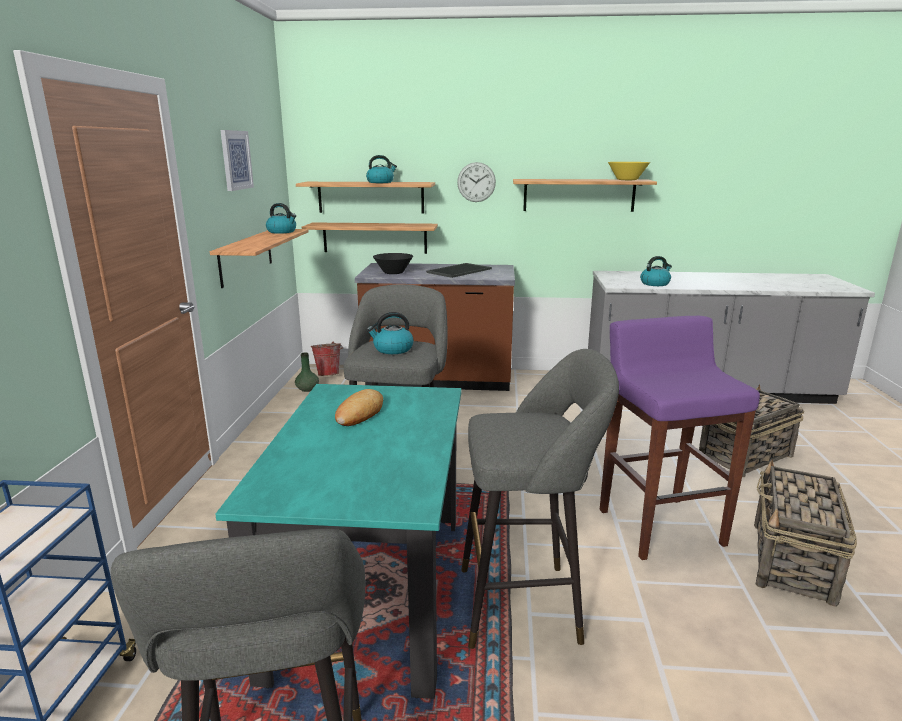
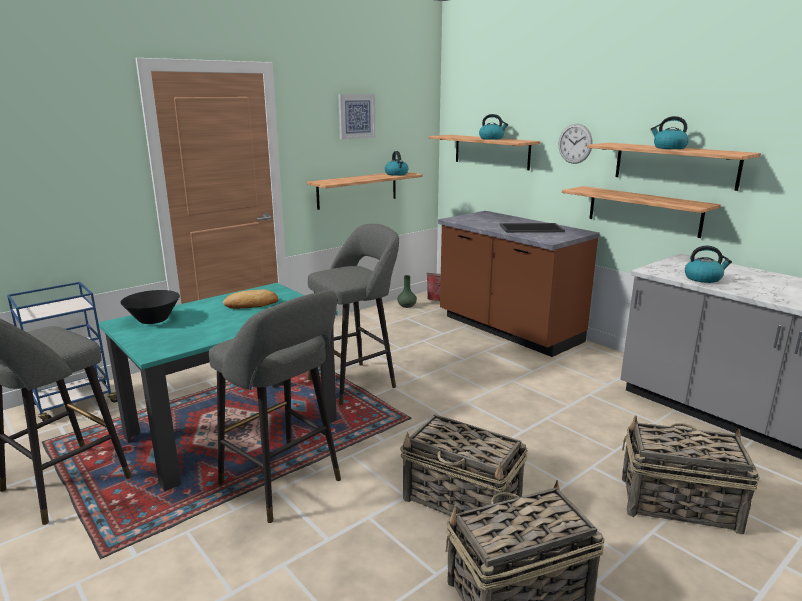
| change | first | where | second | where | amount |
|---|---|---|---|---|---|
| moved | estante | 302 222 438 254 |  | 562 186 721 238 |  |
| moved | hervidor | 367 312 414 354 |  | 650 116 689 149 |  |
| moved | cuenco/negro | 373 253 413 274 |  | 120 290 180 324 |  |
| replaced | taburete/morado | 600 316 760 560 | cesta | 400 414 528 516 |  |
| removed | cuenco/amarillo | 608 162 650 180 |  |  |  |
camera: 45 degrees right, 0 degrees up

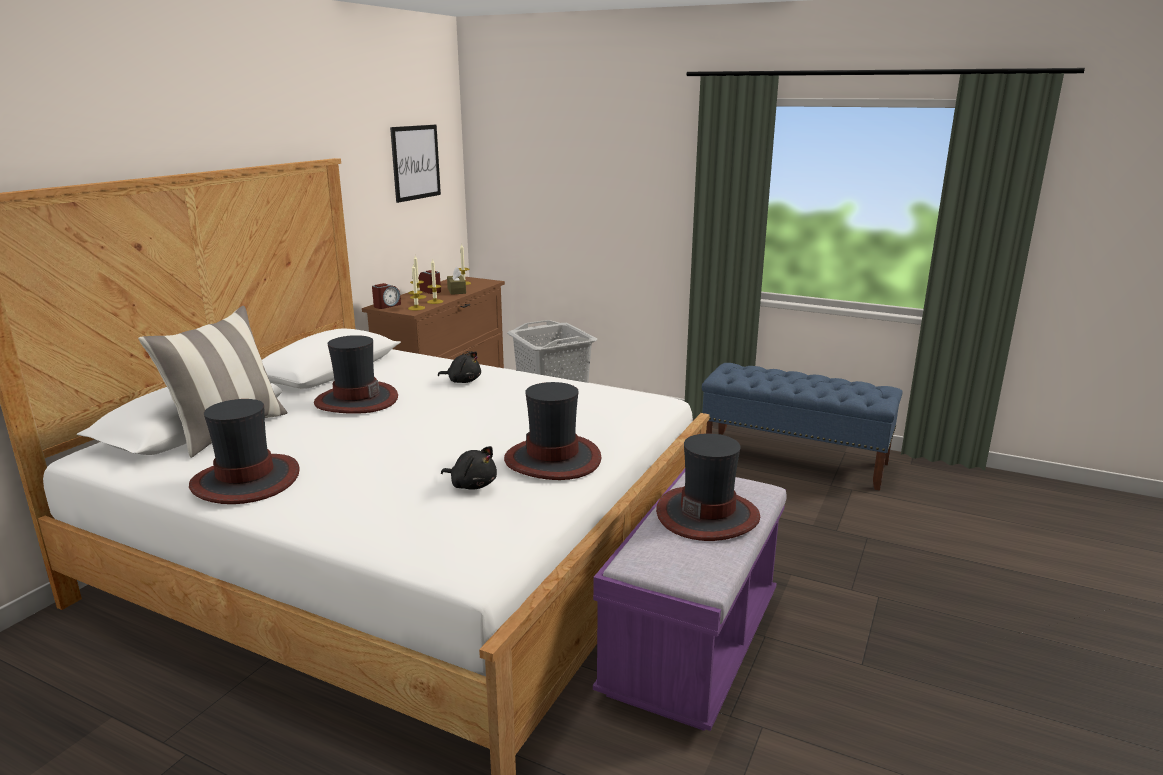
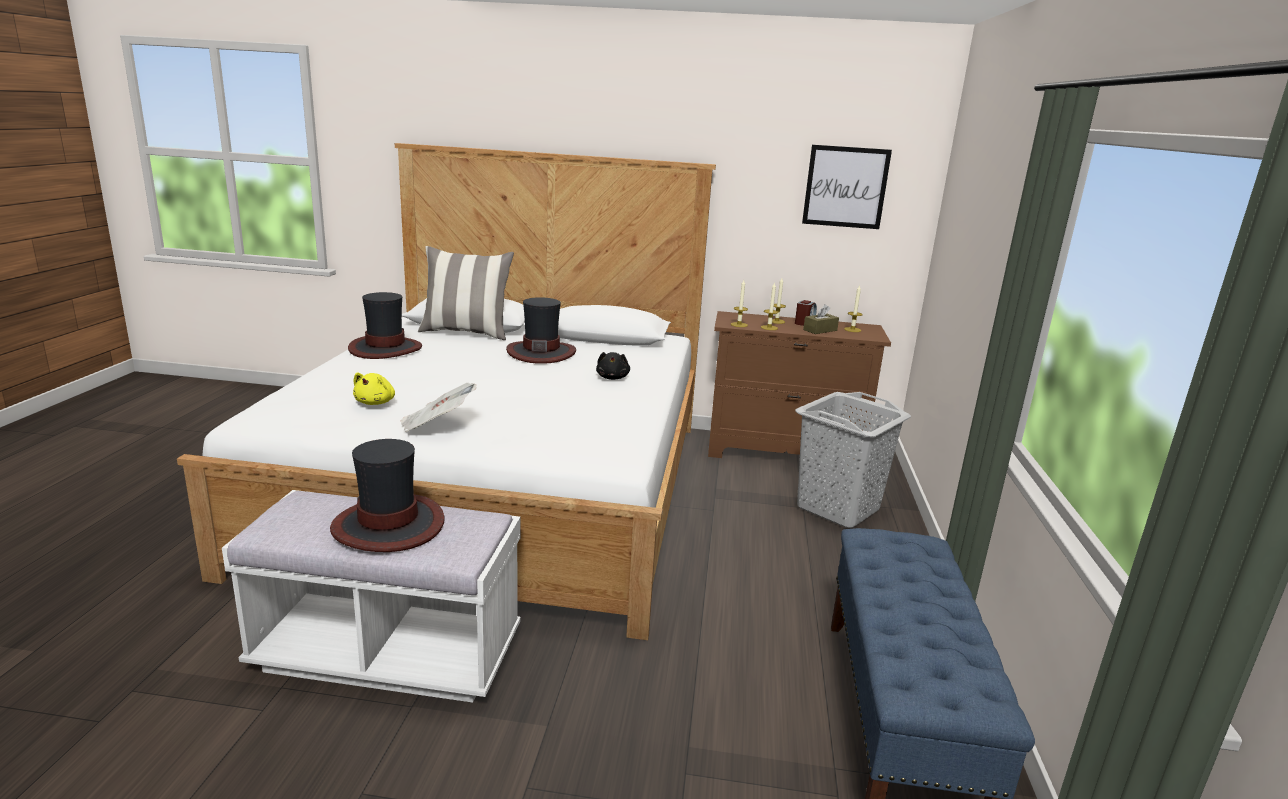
| change | first | where | second | where | amount |
|---|---|---|---|---|---|
| removed | despertador | 372 283 401 309 |  |  |  |
| recoloured | peluche/negro | 441 446 497 490 | peluche/amarillo | 353 372 395 405 |  |
| replaced | sombrero | 504 382 602 480 | periódico | 401 383 477 432 |  |
| recoloured | banco/morado | 593 469 787 731 | banco/blanco | 222 490 521 703 |  |
camera: 70 degrees right, 0 degrees up

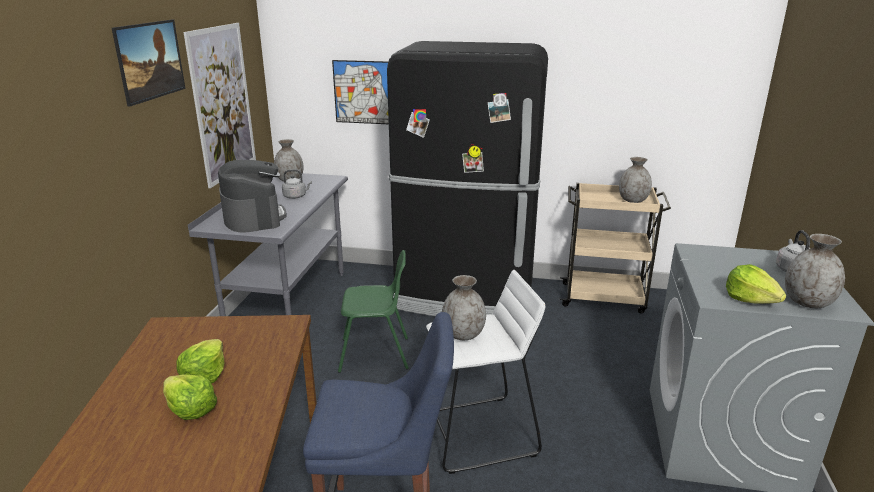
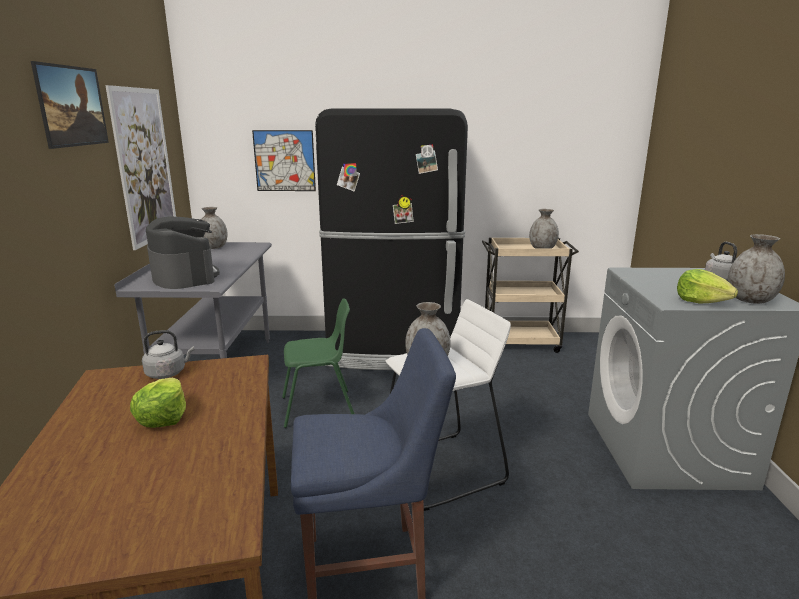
| change | first | where | second | where | amount |
|---|---|---|---|---|---|
| removed | lechuga | 163 375 217 420 |  |  |  |
| moved | hervidor/gris | 282 170 312 199 |  | 142 330 194 379 |  |
camera: 10 degrees left, 5 degrees down

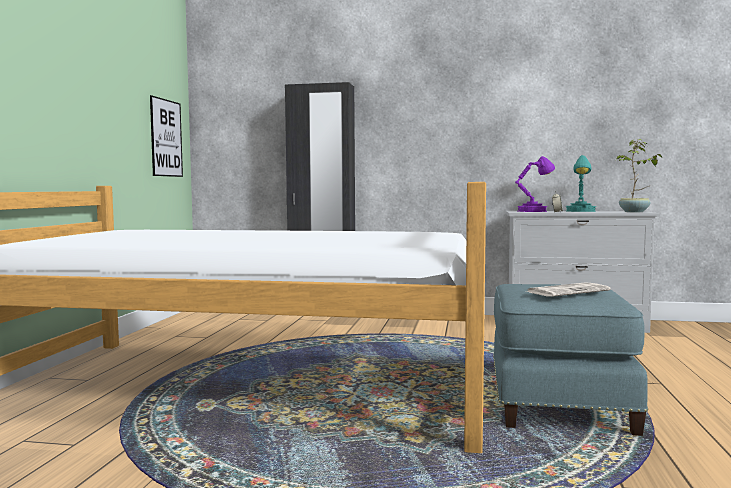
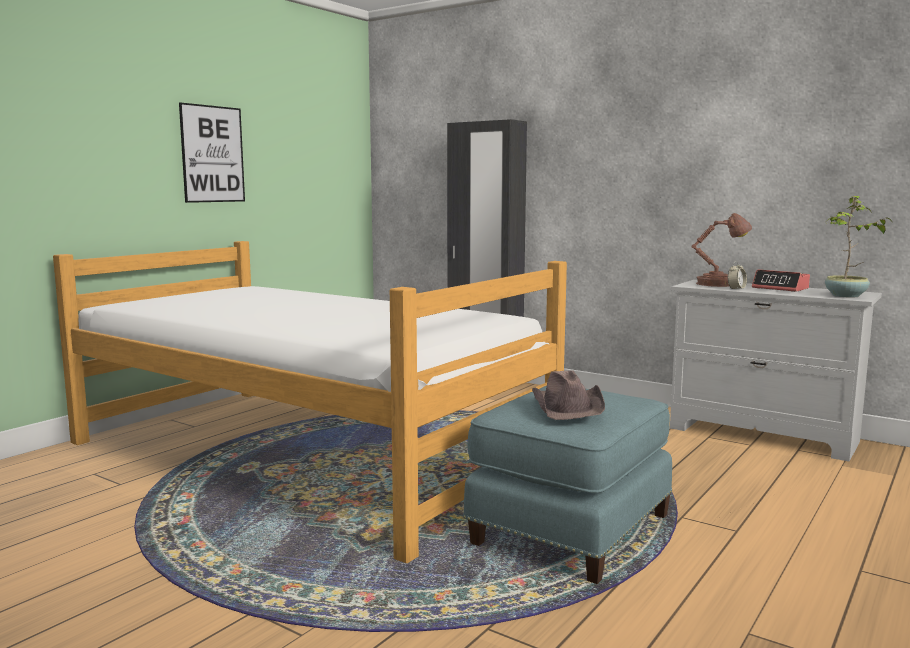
| change | first | where | second | where | amount |
|---|---|---|---|---|---|
| moved | cuadro | 150 95 183 177 |  | 179 102 245 203 |  |
| recoloured | lámpara de mesa/morado | 515 156 555 212 | lámpara de mesa/marrón | 692 213 752 287 |  |
| replaced | periódico | 525 282 611 297 | sombrero/marrón | 532 370 605 420 |  |
| replaced | lámpara de mesa/turquesa | 566 155 596 212 | despertador | 752 269 810 292 |  |
camera: 25 degrees right, 5 degrees up

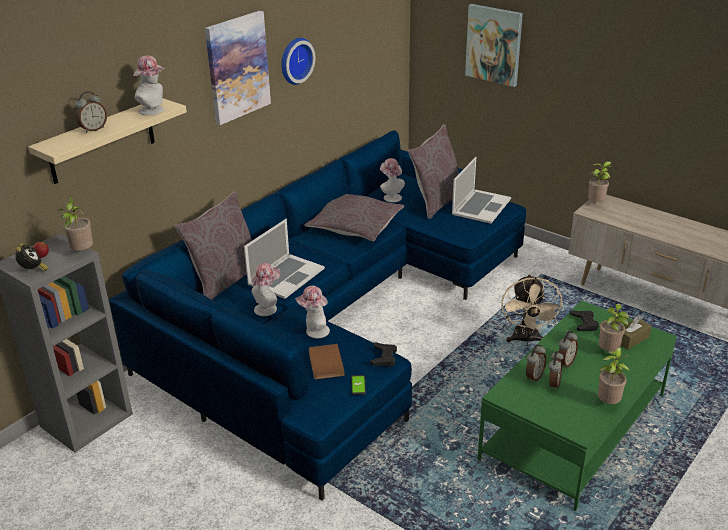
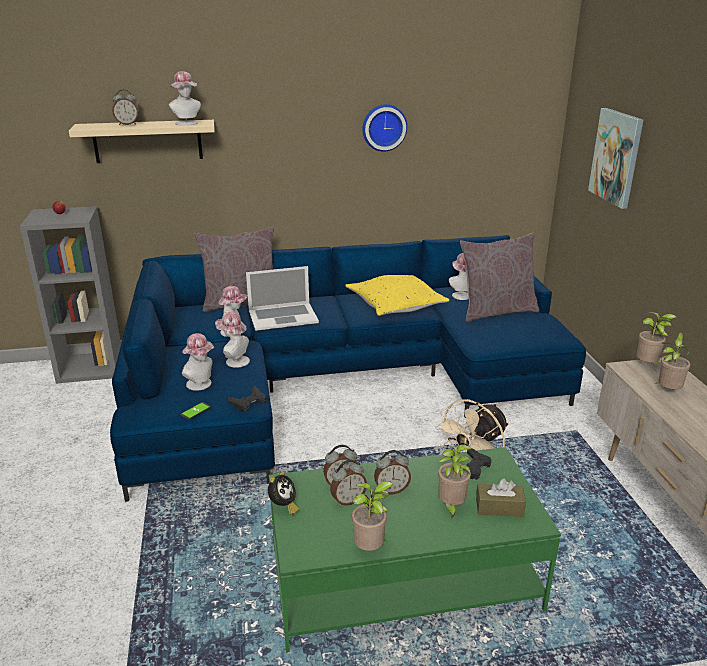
| change | first | where | second | where | amount |
|---|---|---|---|---|---|
| moved | despertador | 15 243 48 272 |  | 268 471 299 515 |  |
| moved | planta en maceta | 58 195 93 251 |  | 655 332 691 389 |  |
| removed | cuadro | 205 11 271 125 |  |  |  |
| recoloured | cojín/gris | 304 194 404 241 | cojín/amarillo | 345 275 450 316 |  |
| replaced | libro/marrón | 309 344 345 379 | sombrero | 182 333 214 391 |  |
| removed | portátil | 452 157 511 224 |  |  |  |
camera: 40 degrees right, 5 degrees down

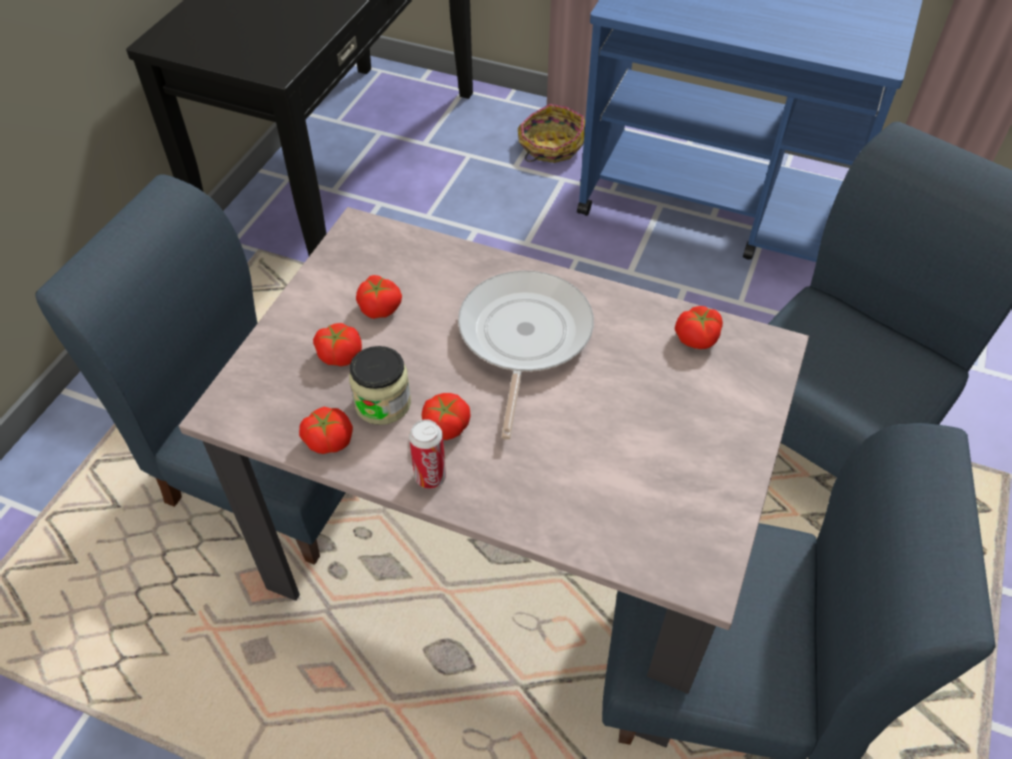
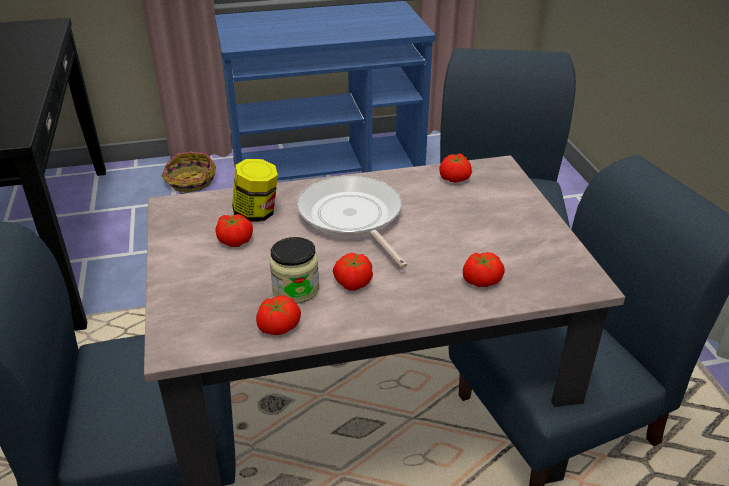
| change | first | where | second | where | amount |
|---|---|---|---|---|---|
| moved | tomate | 313 323 362 366 |  | 463 252 505 287 |  |
| removed | lata | 409 419 446 489 |  |  |  |
| added |  |  | tarro | 232 159 278 222 |  |
camera: 35 degrees left, 15 degrees down

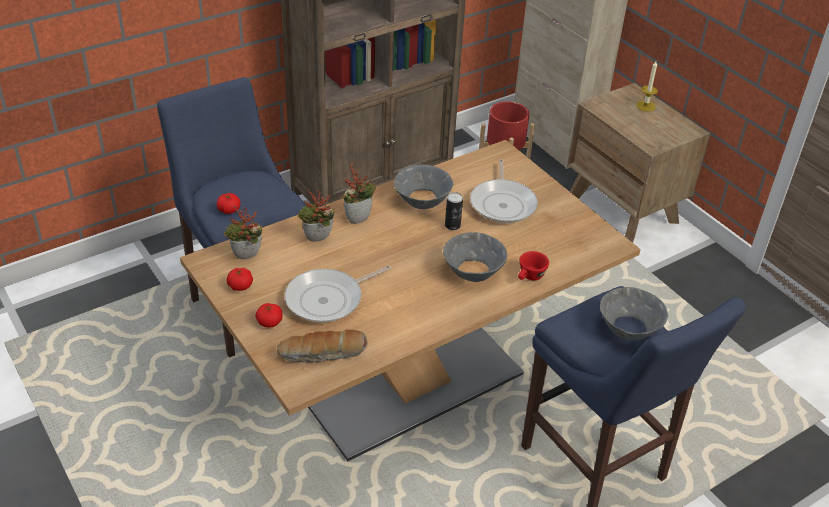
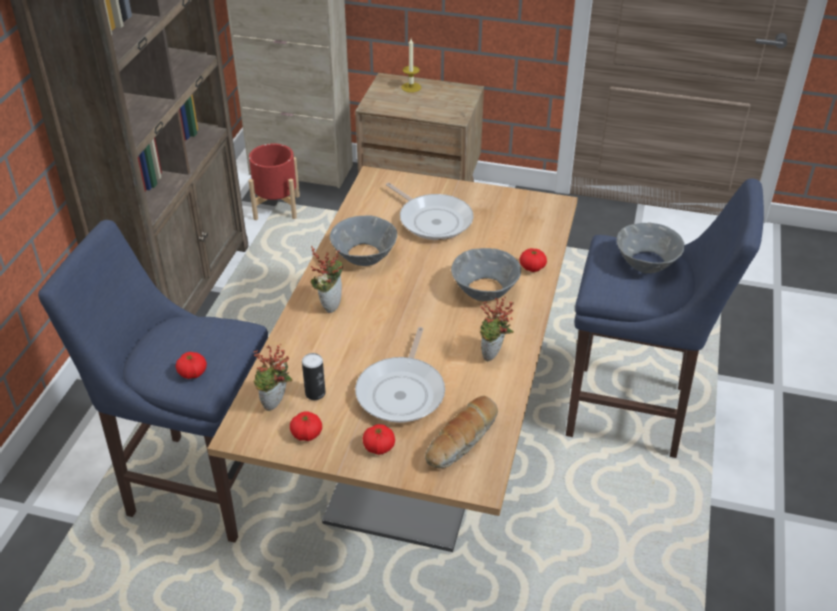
| change | first | where | second | where | amount |
|---|---|---|---|---|---|
| moved | planta en maceta | 298 189 334 242 |  | 480 297 514 361 |  |
| moved | lata | 445 192 463 230 |  | 302 353 326 400 |  |
| replaced | taza/rojo | 518 251 549 280 | tomate | 520 248 547 272 |  |
camera: 40 degrees left, 0 degrees up

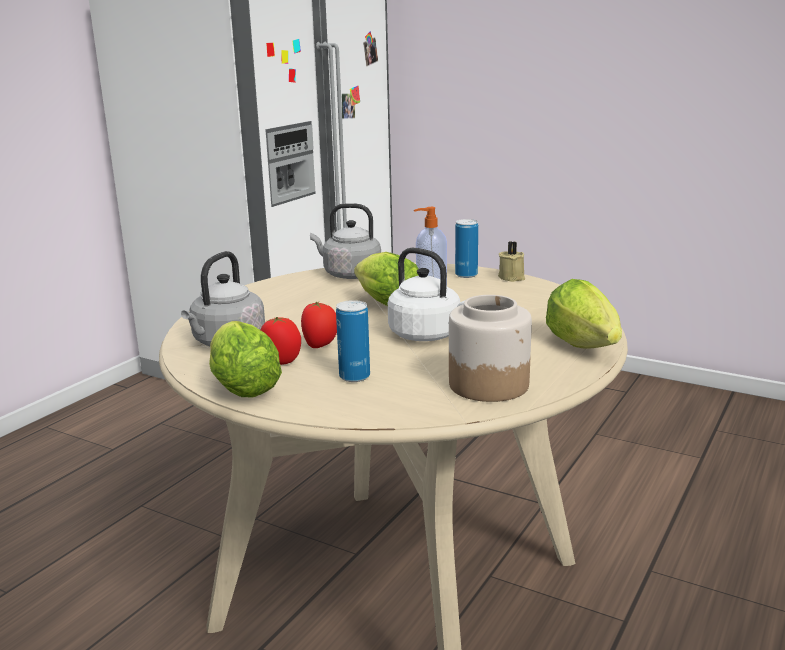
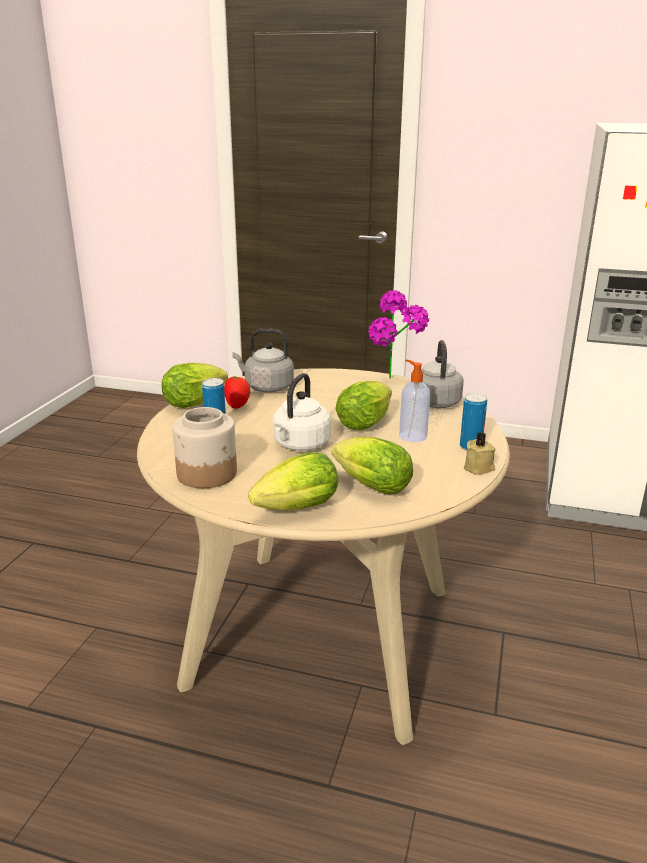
| change | first | where | second | where | amount |
|---|---|---|---|---|---|
| removed | tomate | 301 302 337 348 |  |  |  |
| added |  |  | lechuga | 332 437 413 495 |  |
| added |  |  | planta en maceta | 368 290 429 378 |  |
camera: 75 degrees right, 5 degrees up

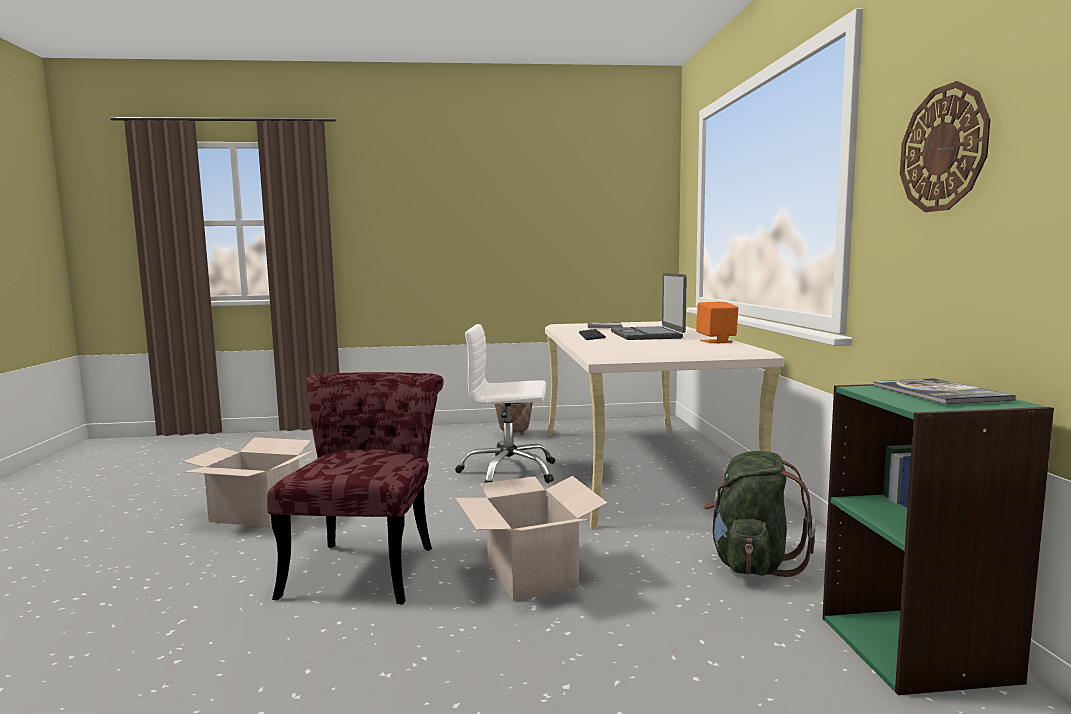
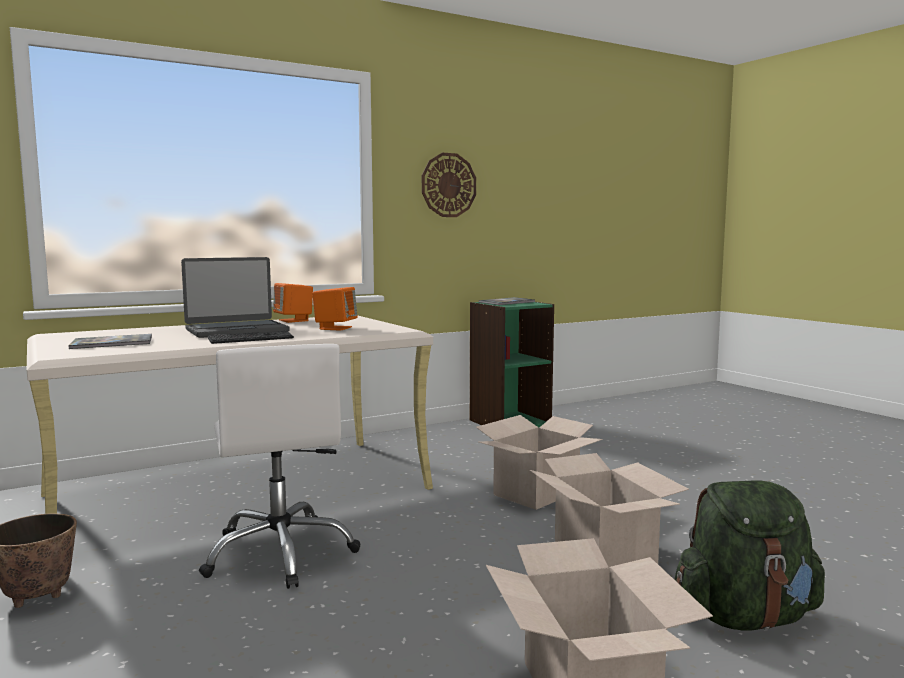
| change | first | where | second | where | amount |
|---|---|---|---|---|---|
| replaced | silla/rojo | 267 372 444 605 | caja de cartón | 530 453 689 567 |  |
| moved | mochila/verde | 703 451 816 577 |  | 674 481 825 631 |  |
| added |  |  | altavoz/naranja | 312 287 358 331 |  |
camera: 115 degrees left, 0 degrees up

